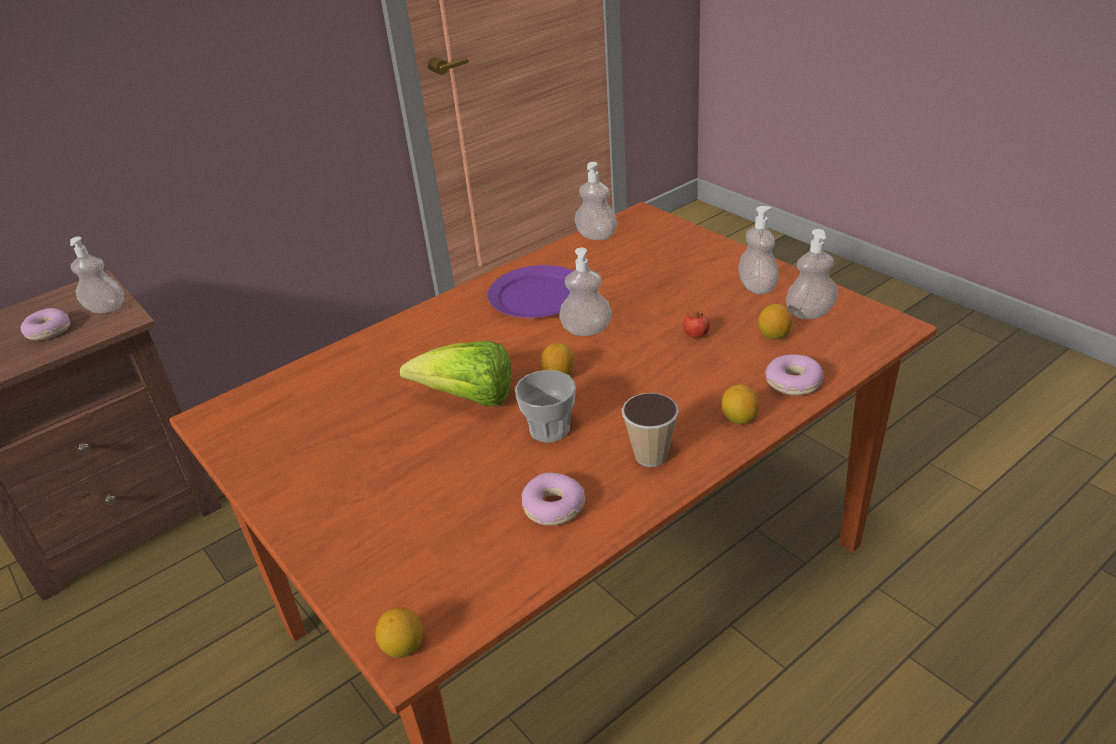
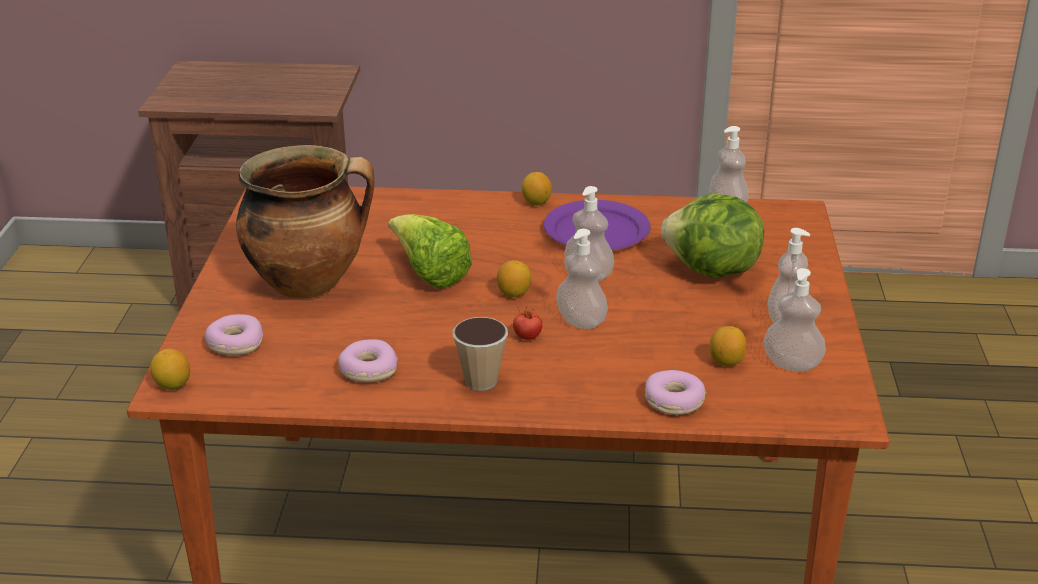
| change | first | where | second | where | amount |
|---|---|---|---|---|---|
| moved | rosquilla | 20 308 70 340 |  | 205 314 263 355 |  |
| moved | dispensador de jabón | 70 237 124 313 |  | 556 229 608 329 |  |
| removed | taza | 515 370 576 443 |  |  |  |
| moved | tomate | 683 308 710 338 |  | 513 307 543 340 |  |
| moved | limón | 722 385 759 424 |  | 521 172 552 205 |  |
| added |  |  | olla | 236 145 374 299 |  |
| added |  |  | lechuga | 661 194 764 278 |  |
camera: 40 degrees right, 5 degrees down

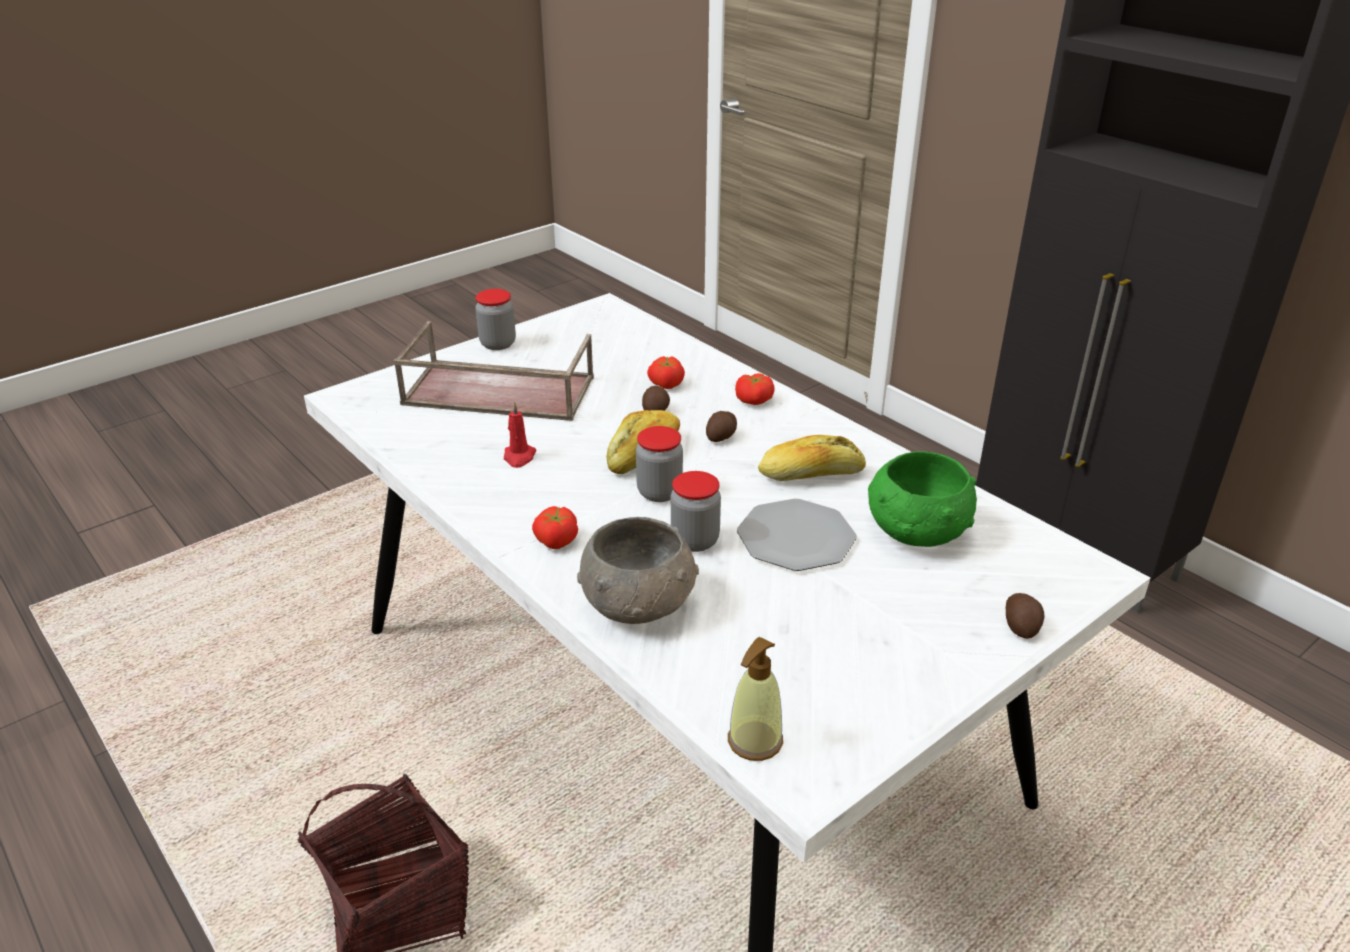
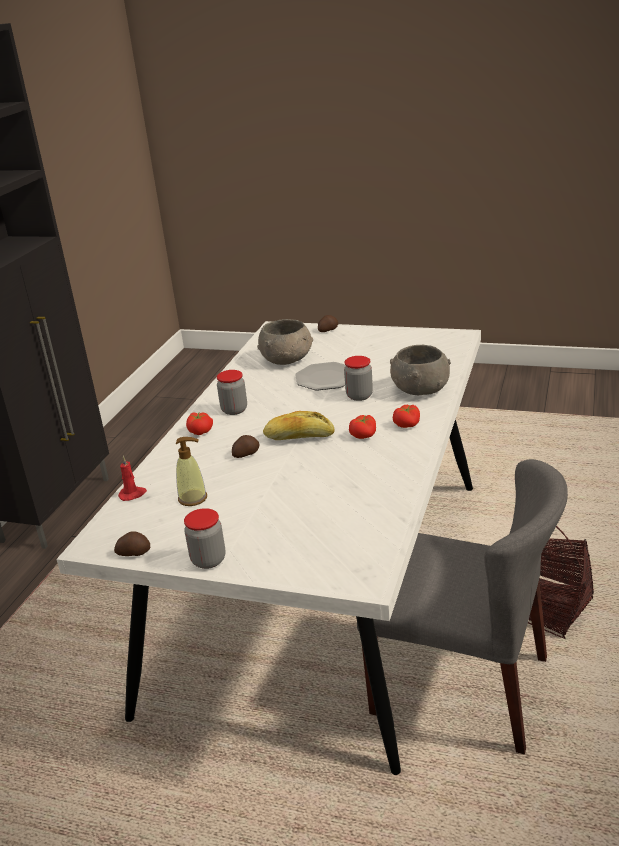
| change | first | where | second | where | amount |
|---|---|---|---|---|---|
| removed | bandeja/marrón | 394 321 594 421 |  |  |  |
| moved | vela/rojo | 504 402 536 468 |  | 118 456 147 501 |  |
| moved | tarro | 636 426 683 502 |  | 217 370 247 415 |  |
| moved | tomate | 647 356 685 389 |  | 349 415 376 439 |  |
| moved | patata | 706 411 737 442 |  | 114 531 150 556 |  |
| moved | dispensador de jabón | 728 637 783 761 |  | 176 437 207 506 |  |
| removed | pan | 758 435 866 481 |  |  |  |
| recoloured | cuenco/verde | 868 451 977 547 | cuenco/gris | 257 319 313 365 |  |
| added |  |  | silla/gris | 357 459 568 754 |  |
camera: 120 degrees left, 5 degrees down

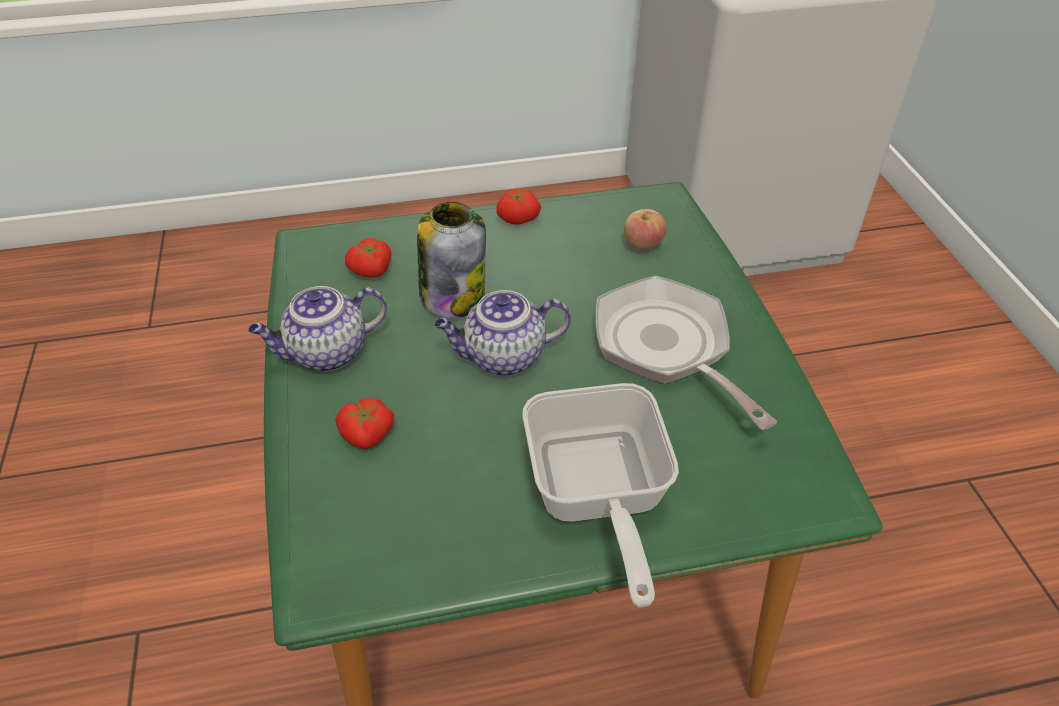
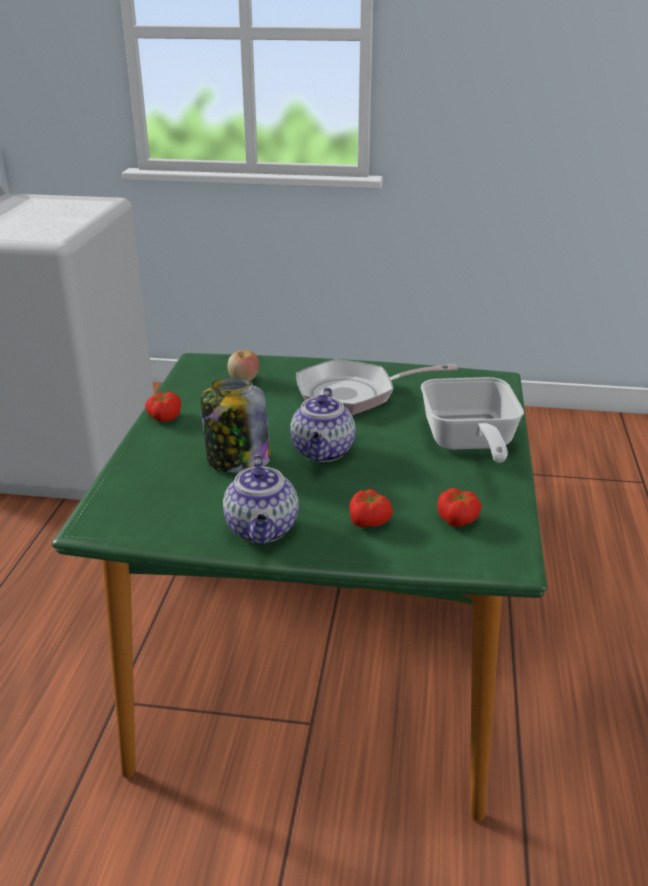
| change | first | where | second | where | amount |
|---|---|---|---|---|---|
| moved | tomate | 345 238 391 278 |  | 437 488 481 527 |  |
| turned | sartén | 522 383 679 607 |  | 421 377 524 463 | 75 degrees clockwise |
camera: 70 degrees left, 15 degrees down

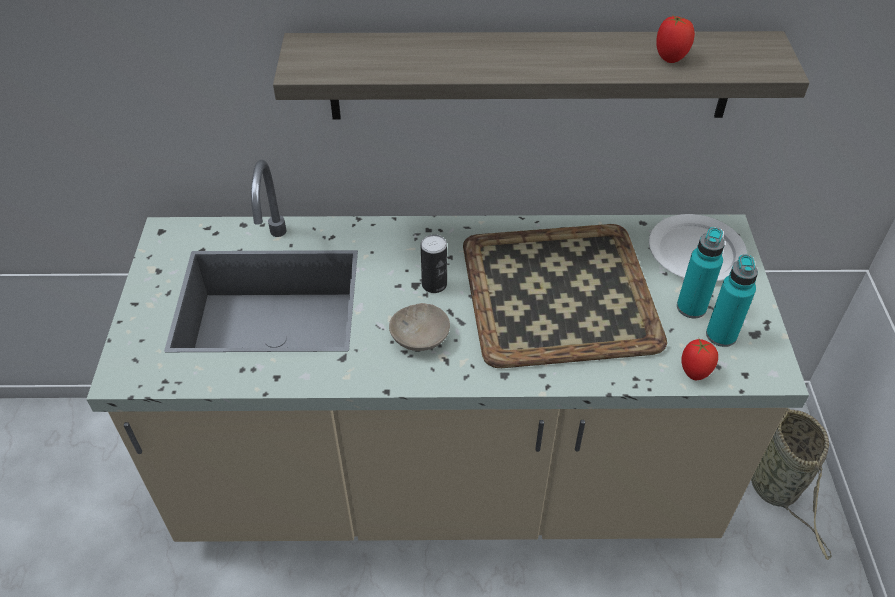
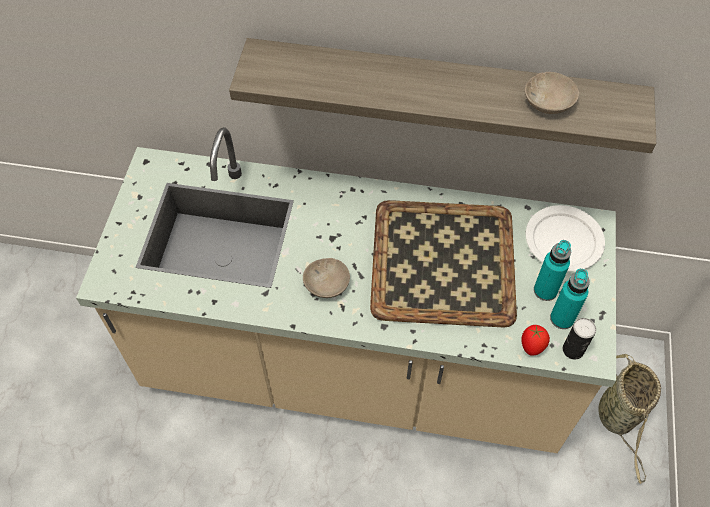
| change | first | where | second | where | amount |
|---|---|---|---|---|---|
| moved | lata | 421 234 447 293 |  | 563 318 596 359 |  |
| replaced | tomate | 656 15 695 63 | cuenco/beis | 525 72 579 114 |  |
camera: 10 degrees right, 10 degrees up

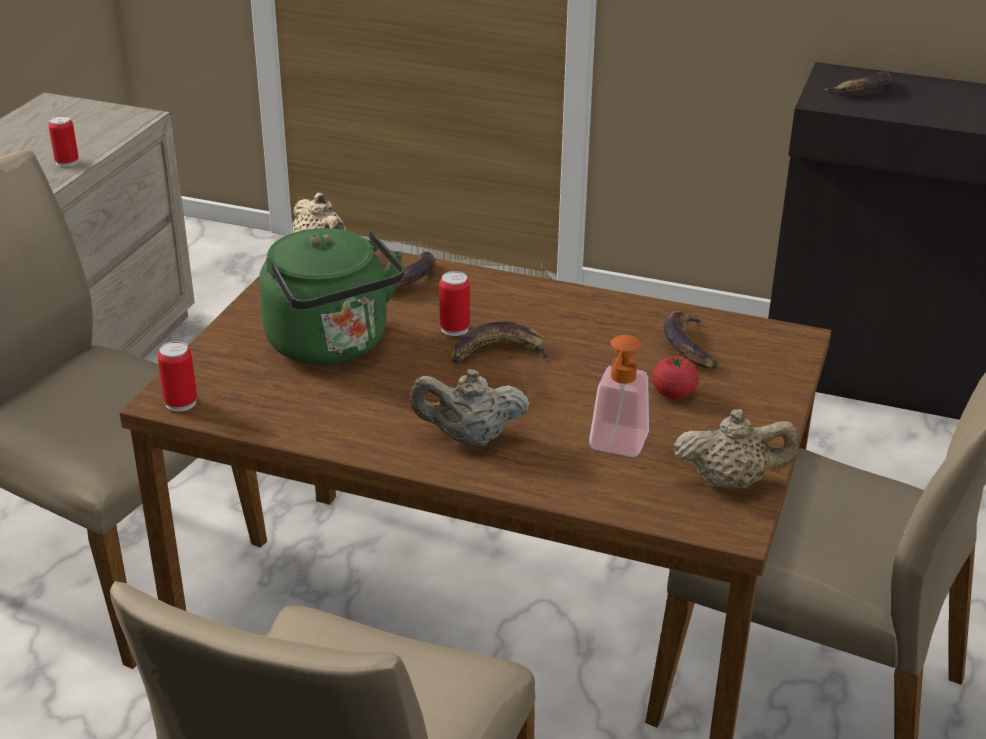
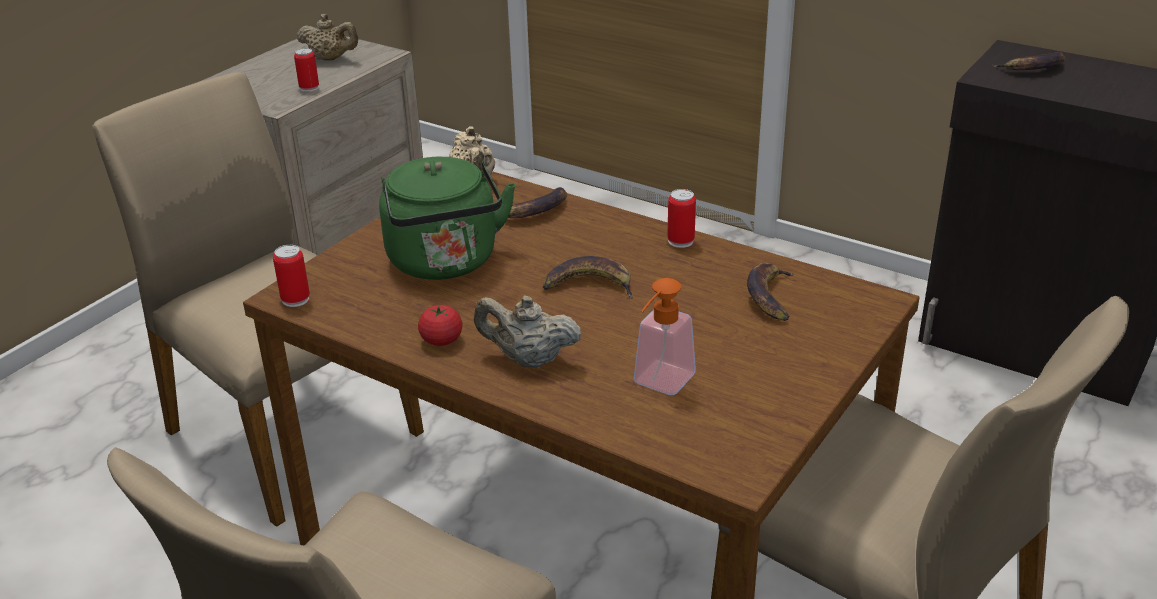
| change | first | where | second | where | amount |
|---|---|---|---|---|---|
| moved | lata | 439 271 470 336 |  | 667 189 696 248 |  |
| moved | tomate | 652 356 699 399 |  | 418 305 463 346 |  |
| moved | tetera/beis | 674 409 800 489 |  | 297 14 358 61 |  |
camera: 15 degrees right, 0 degrees up

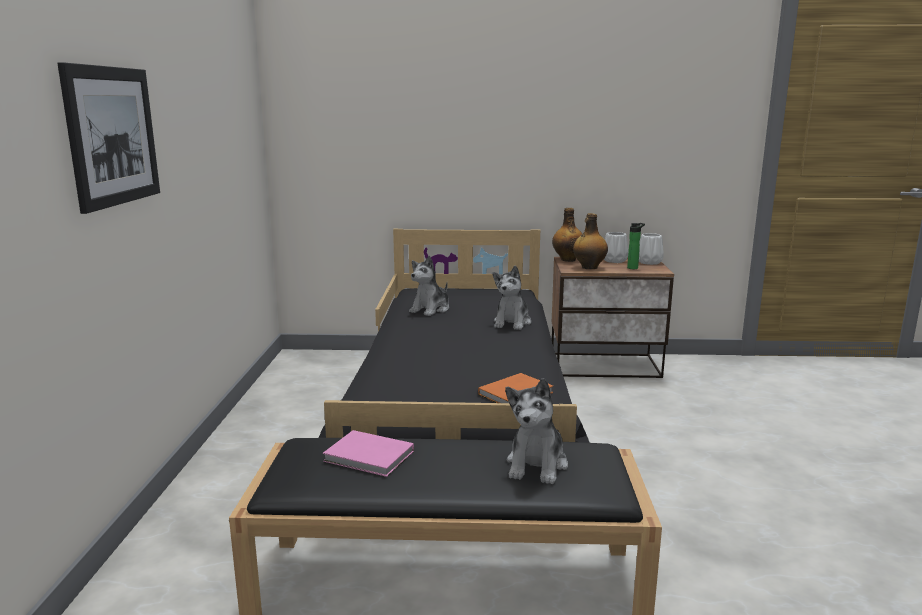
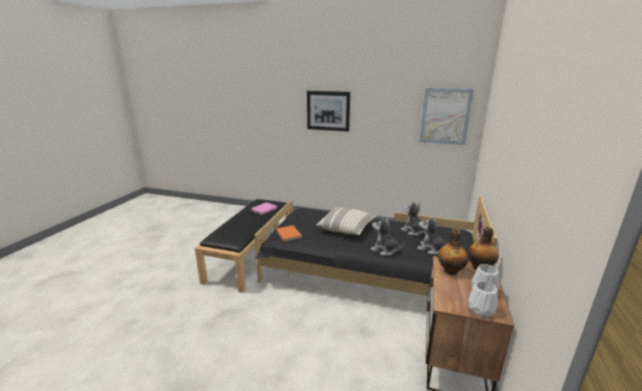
| change | first | where | second | where | amount |
|---|---|---|---|---|---|
| moved | peluche | 505 378 568 484 |  | 417 217 446 255 |  |
| removed | botella | 627 223 645 269 |  |  |  |
| added |  |  | cojín | 316 207 376 235 |  |
| added |  |  | cuadro | 419 88 474 145 |  |
camera: 105 degrees right, 5 degrees up

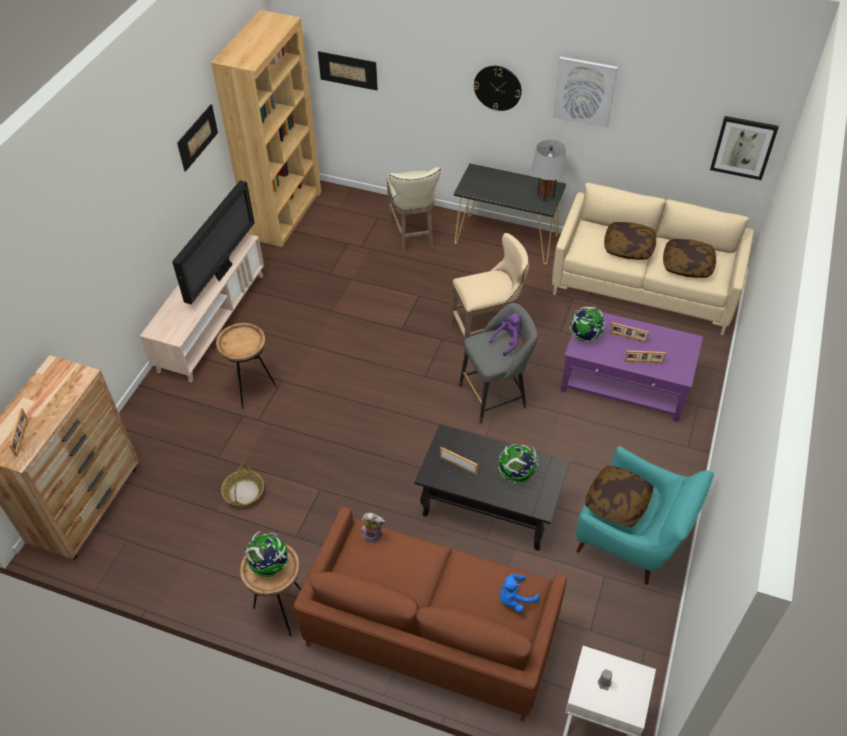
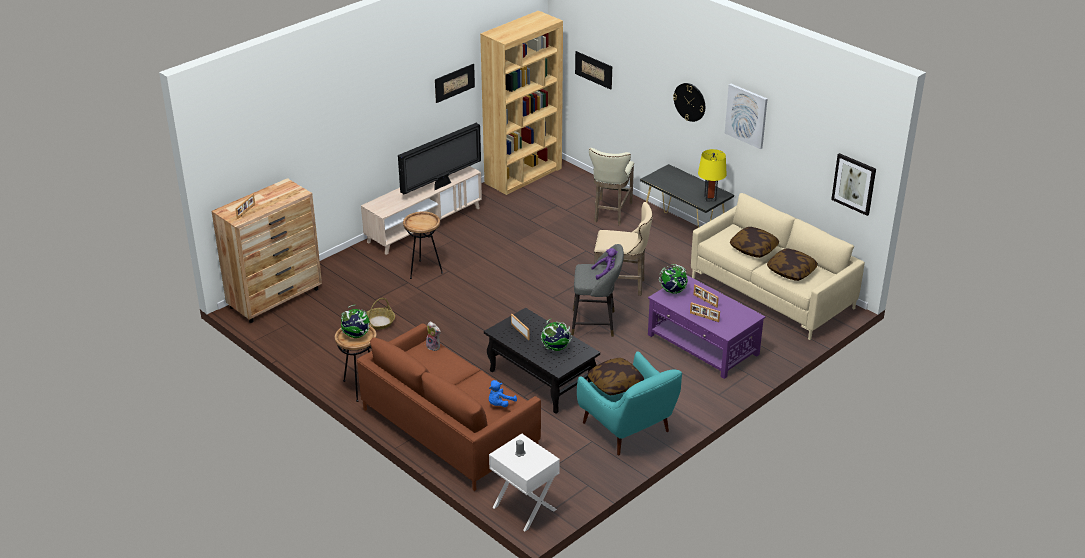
| change | first | where | second | where | amount |
|---|---|---|---|---|---|
| turned | peluche/azul | 499 574 540 613 |  | 489 380 517 407 | 45 degrees counterclockwise |
| recoloured | lámpara de mesa/gris | 532 140 566 202 | lámpara de mesa/amarillo | 698 149 727 202 |  |
camera: 25 degrees right, 15 degrees down

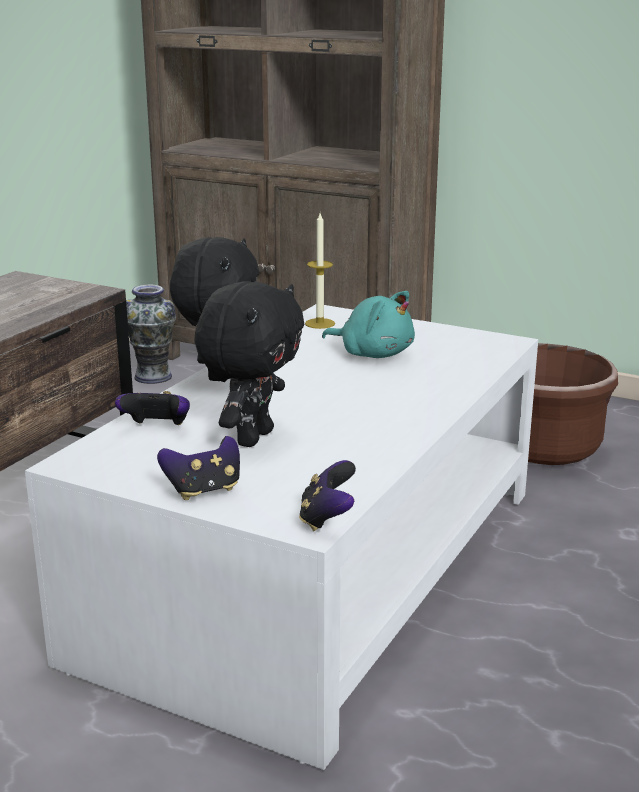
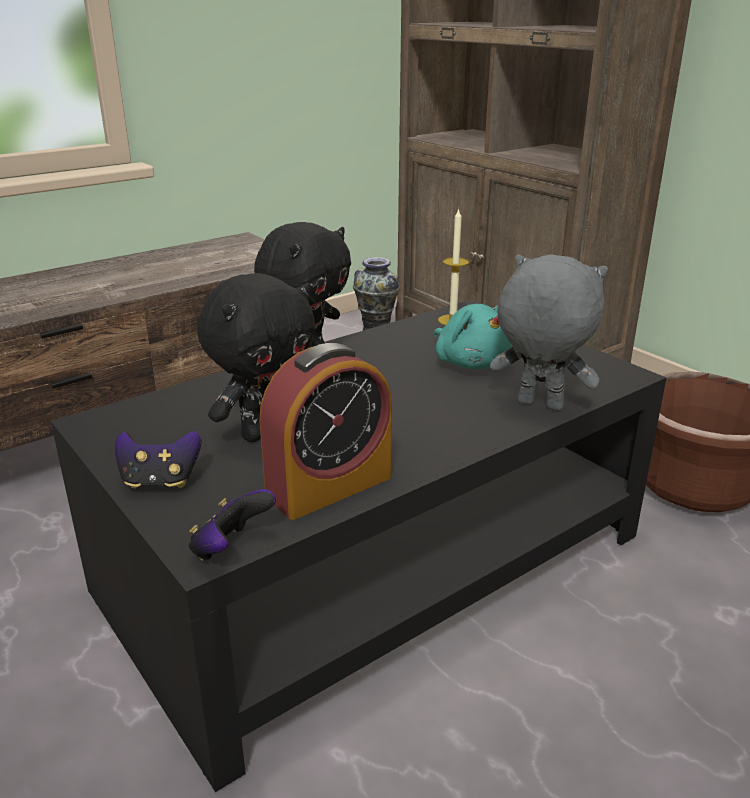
| change | first | where | second | where | amount |
|---|---|---|---|---|---|
| recoloured | mesa de centro/blanco | 25 304 538 770 | mesa de centro/negro | 51 299 666 792 |  |
| removed | mando de consola | 115 391 190 425 |  |  |  |
| added |  |  | despertador | 259 343 392 520 |  |
| added |  |  | peluche/gris | 490 255 608 411 |  |
camera: 25 degrees right, 5 degrees up

